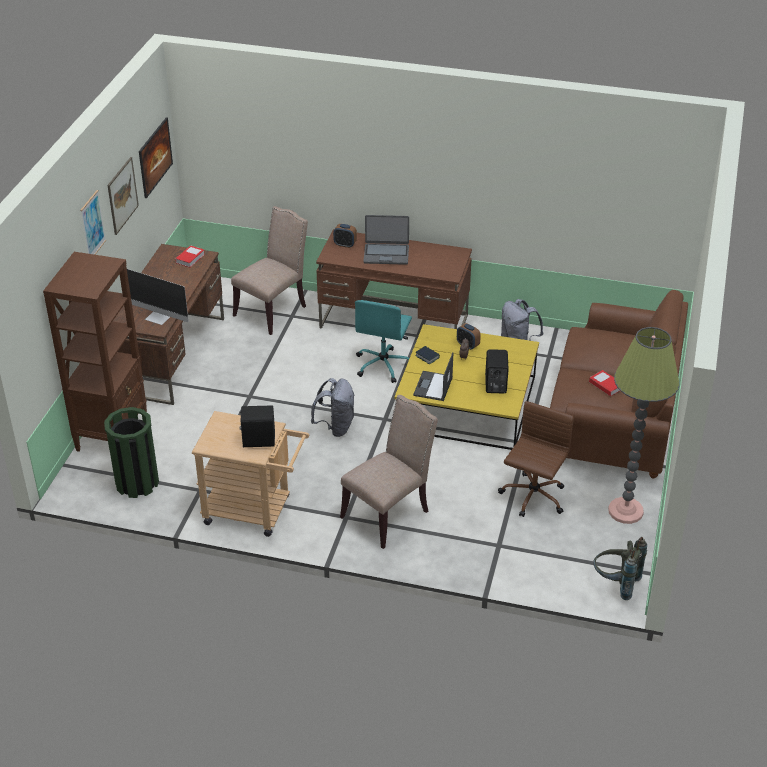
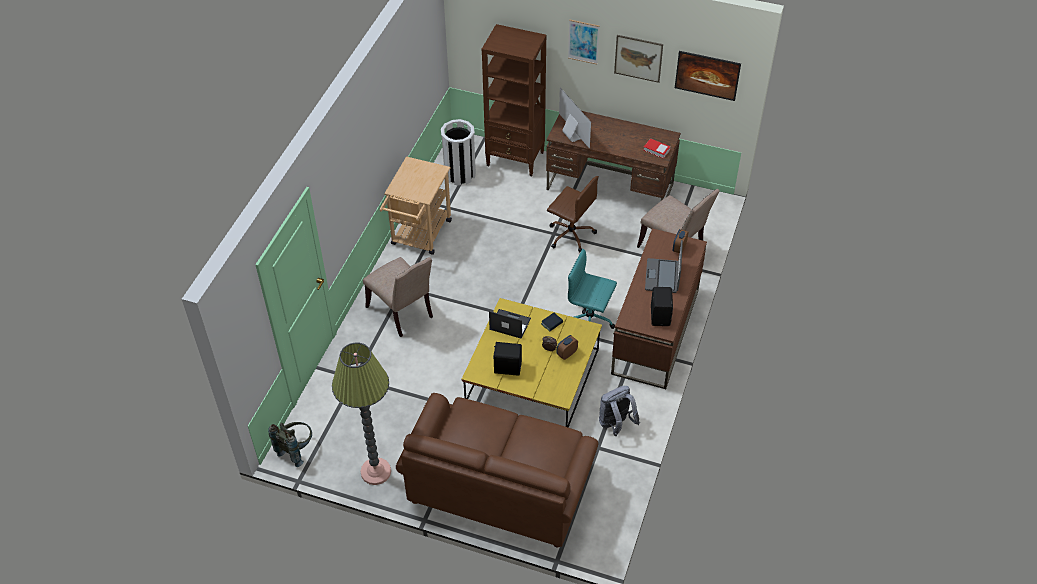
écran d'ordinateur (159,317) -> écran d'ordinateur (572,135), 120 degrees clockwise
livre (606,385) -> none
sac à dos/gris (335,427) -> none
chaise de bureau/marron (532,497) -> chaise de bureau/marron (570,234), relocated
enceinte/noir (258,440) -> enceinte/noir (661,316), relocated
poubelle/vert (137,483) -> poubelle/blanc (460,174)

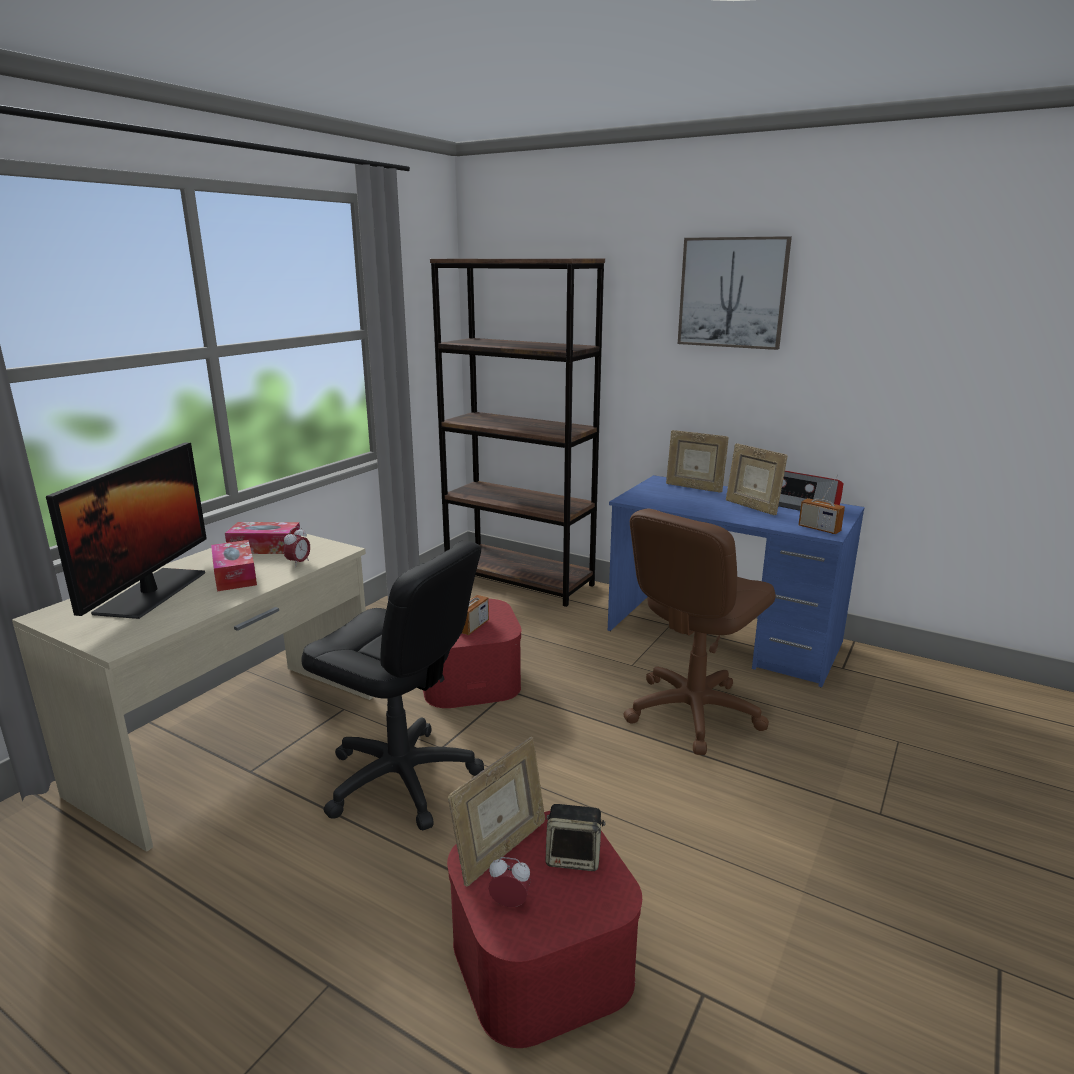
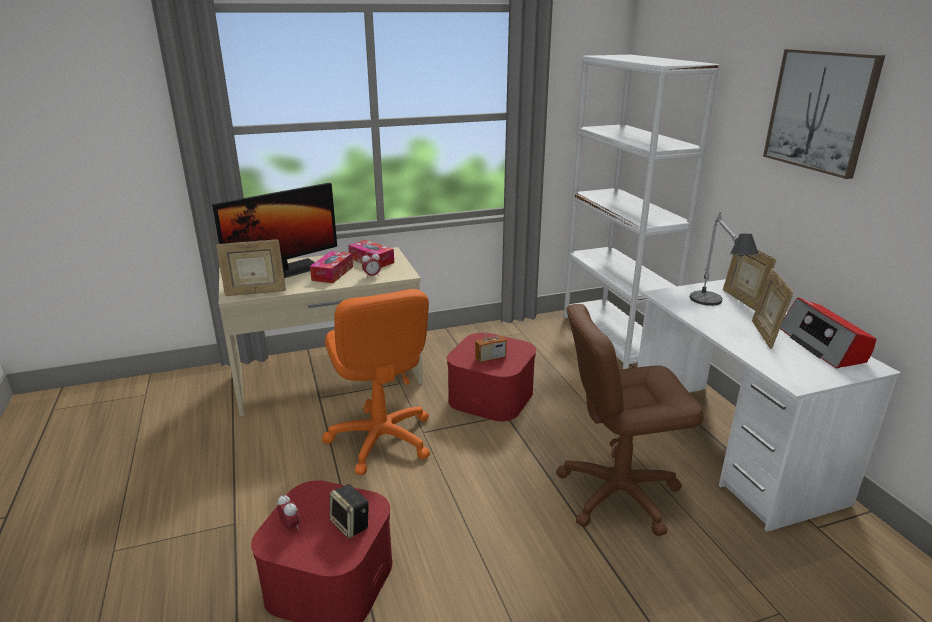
bibliothèque/marron (519,580) -> bibliothèque/blanc (613,338)
radio (819,529) -> none
bureau/bleu (723,637) -> bureau/blanc (729,449)
chaise de bureau/noir (401,779) -> chaise de bureau/orange (380,439)
cadre photo (501,851) -> cadre photo (255,293), relocated
none -> lampe de table (714,313)

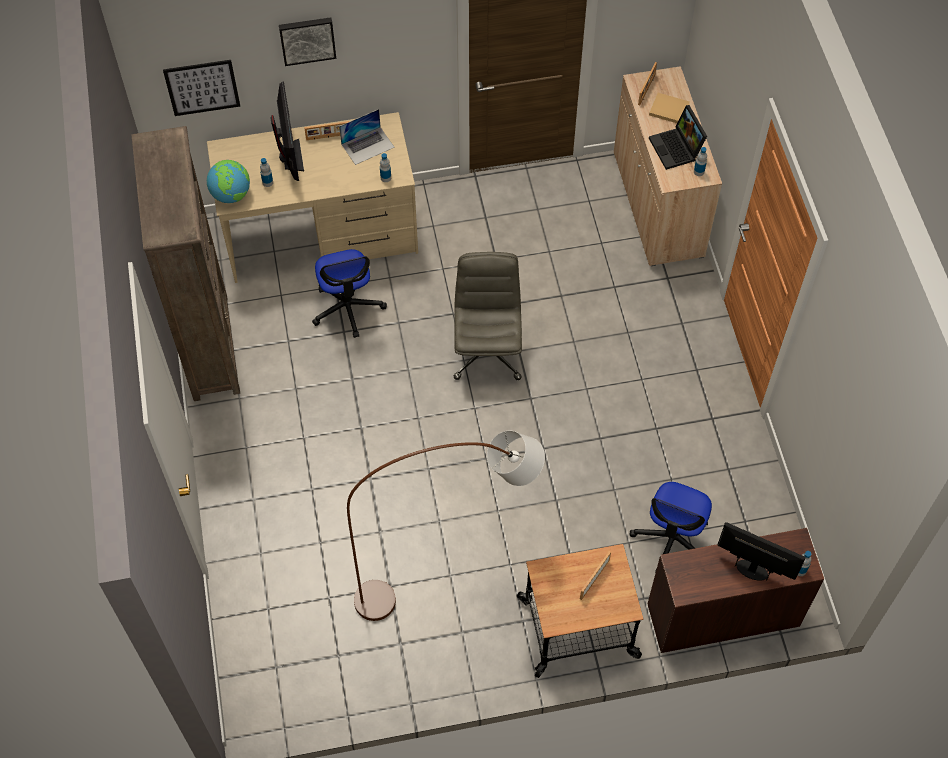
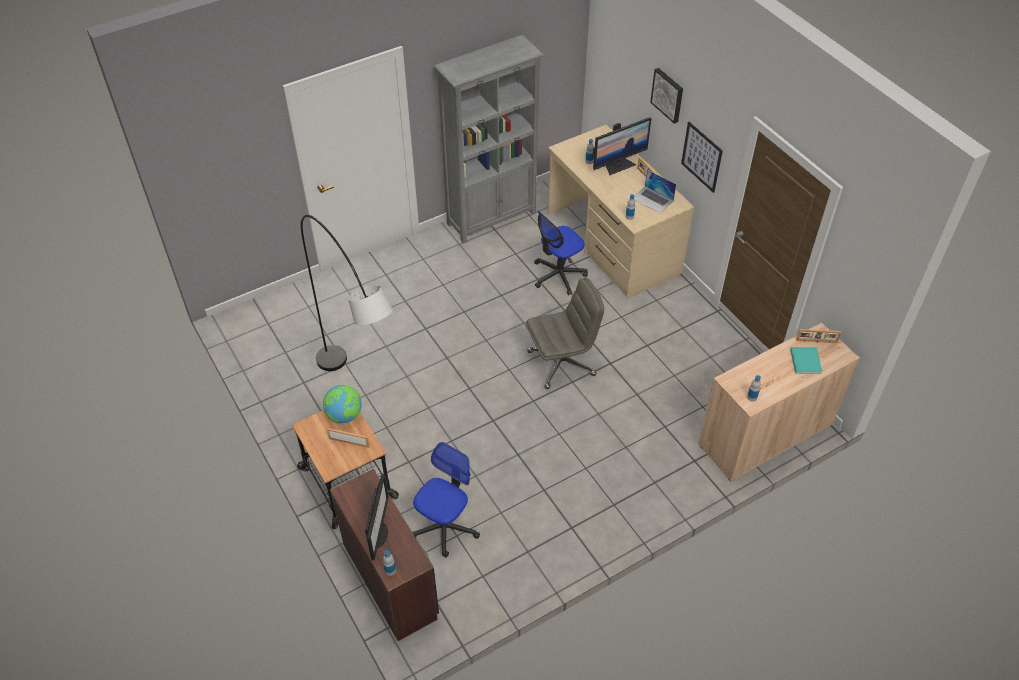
tableau (202,87) -> tableau (701,157), relocated
livre/beige (668,109) -> livre/turquoise (805,360)
ordinateur portable (677,149) -> none
bibliothèque/marron (210,346) -> bibliothèque/gris (492,218)
globe (231,194) -> globe (345,415), relocated
lampadaire/marron (450,579) -> lampadaire/gris (362,395)
chaise de bureau (671,540) -> chaise de bureau (445,526), 120 degrees clockwise

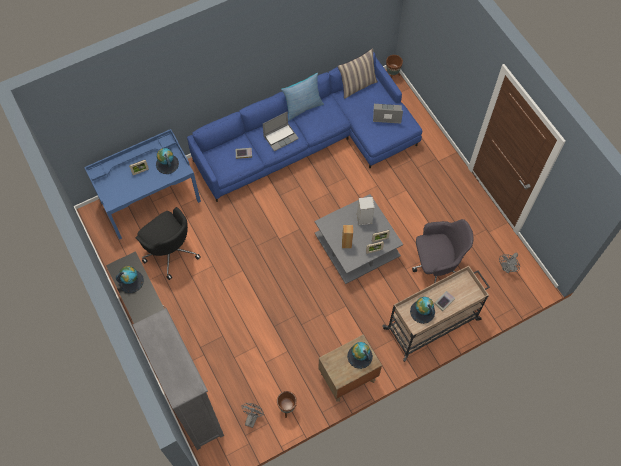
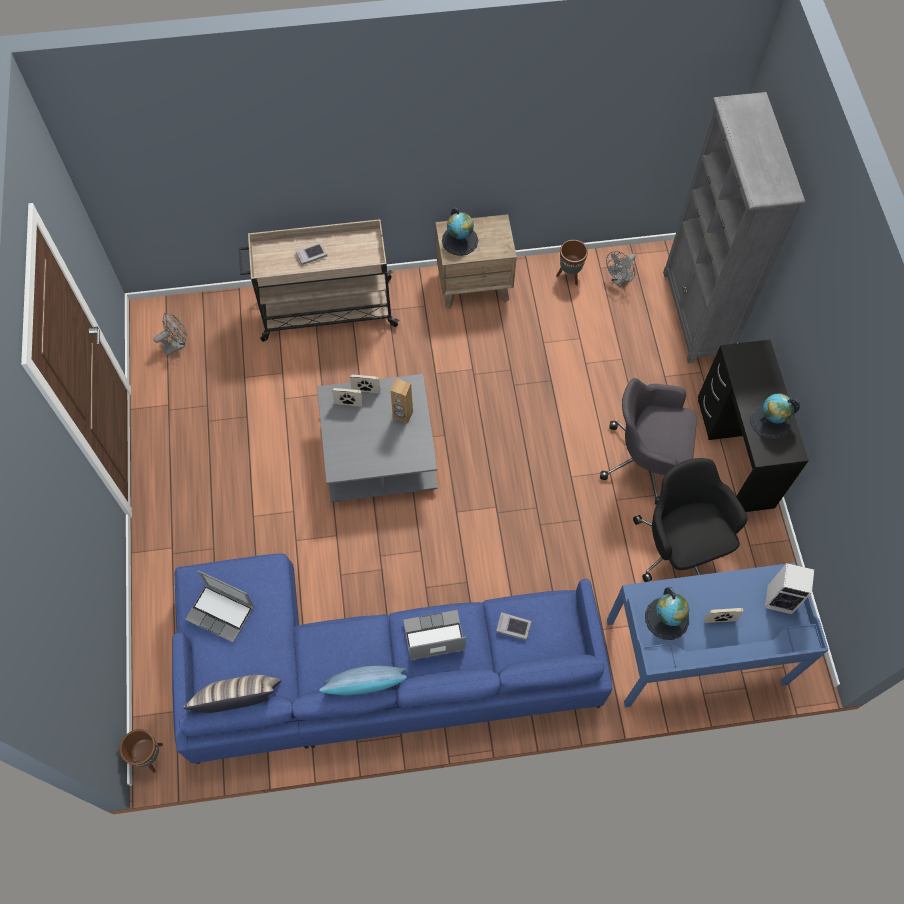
enceinte (363,219) -> enceinte (781,599), relocated
chaise de bureau/gris (436,266) -> chaise de bureau/gris (645,460), relocated
globe (422,311) -> none

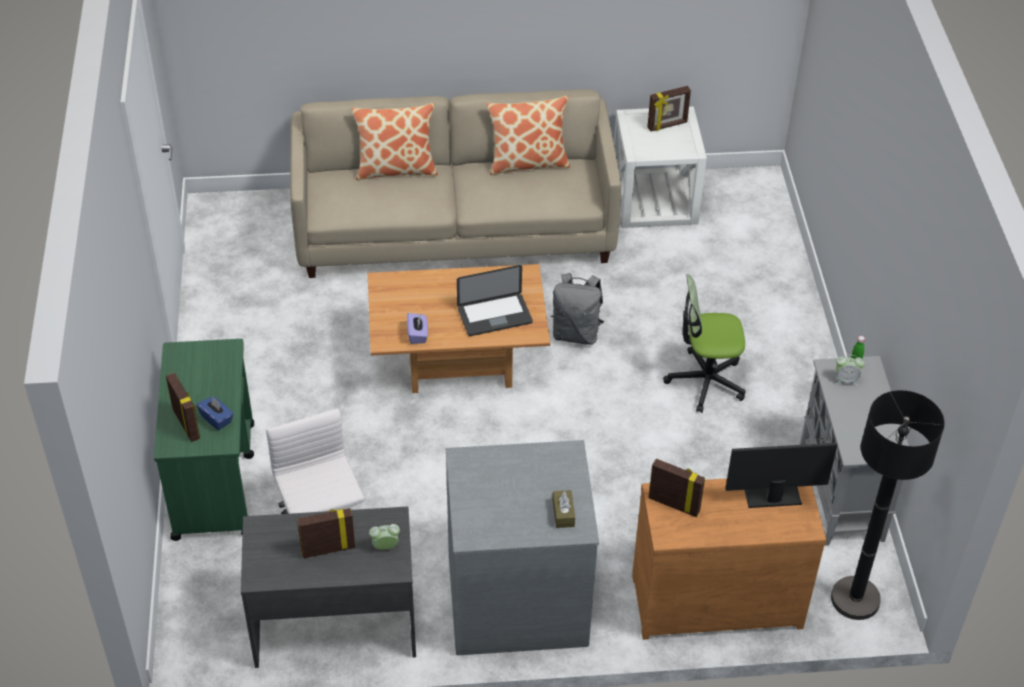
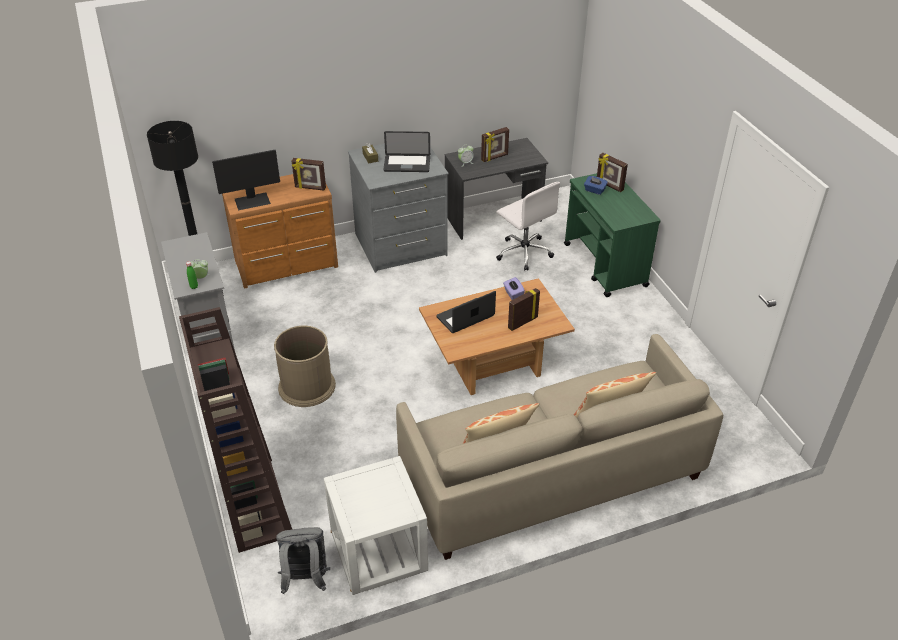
cadre photo (667,125) -> cadre photo (522,322), relocated
sac à dos/gris (576,333) -> sac à dos/gris (305,579), relocated
chaise de bureau (705,381) -> poubelle/marron (307,386)
none -> ordinateur portable (407,164)
none -> bibliothèque/marron (254,503)

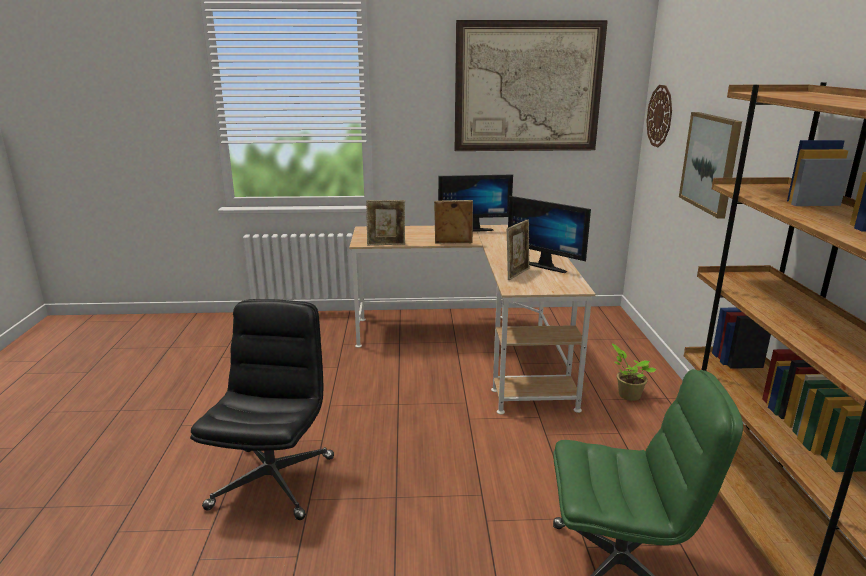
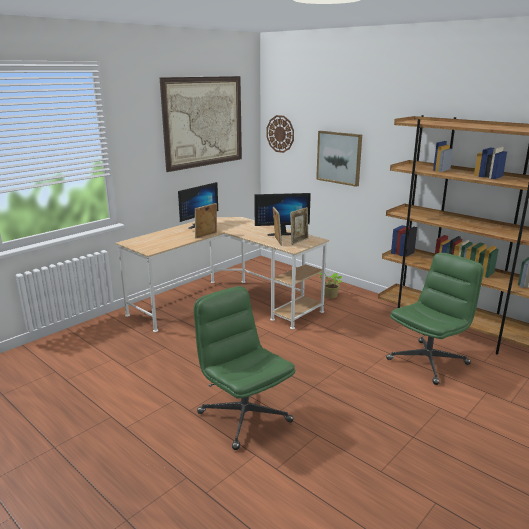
cadre photo (386,244) -> cadre photo (299,241), relocated
chaise de bureau/noir (273,481) -> chaise de bureau/vert (243,416)

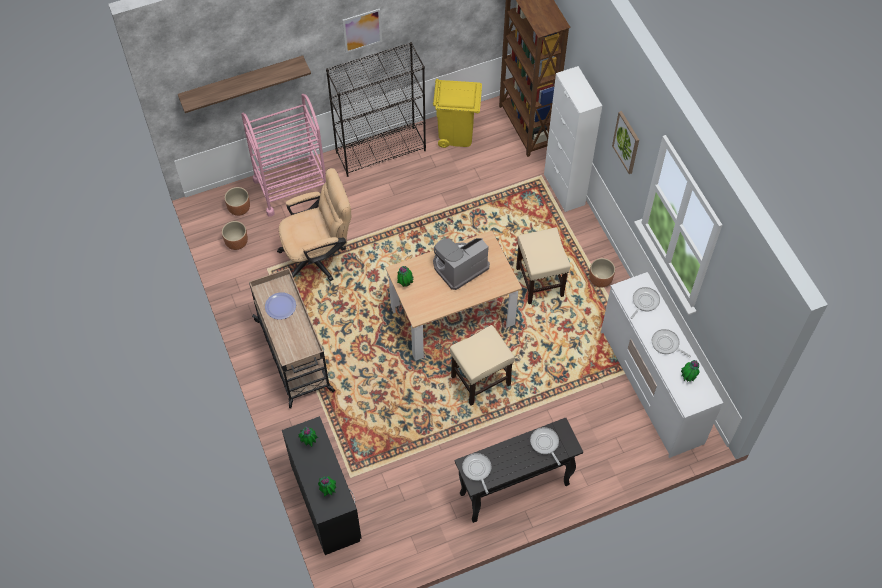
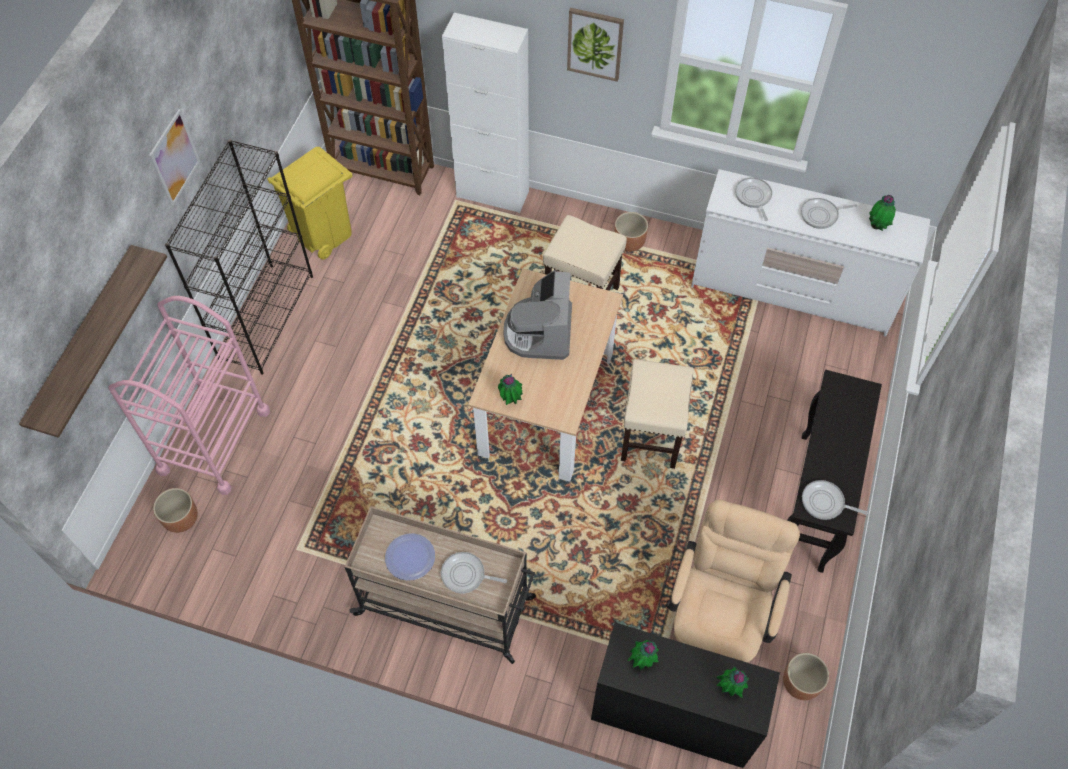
chaise de bureau/beige (319,256) -> chaise de bureau/beige (715,625), relocated
cache-pot/marron (236,242) -> cache-pot/marron (800,683), relocated
poêle (545,444) -> poêle (466,575), relocated

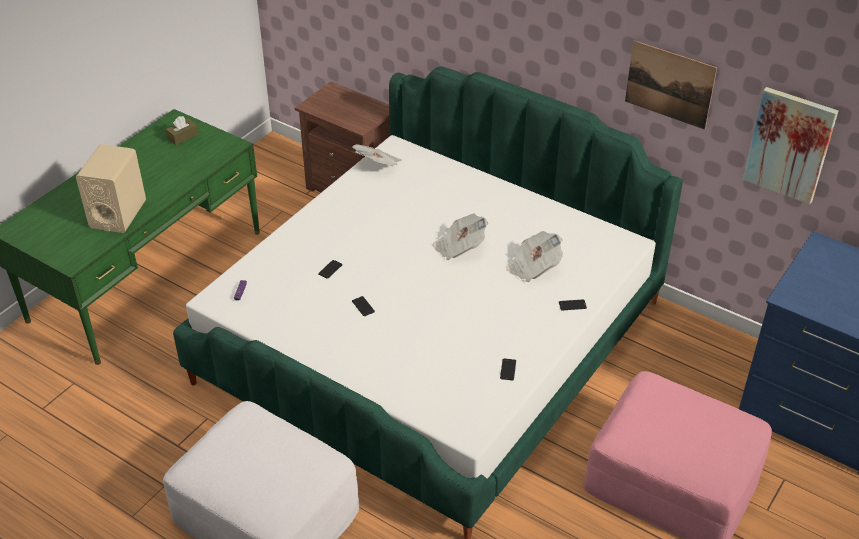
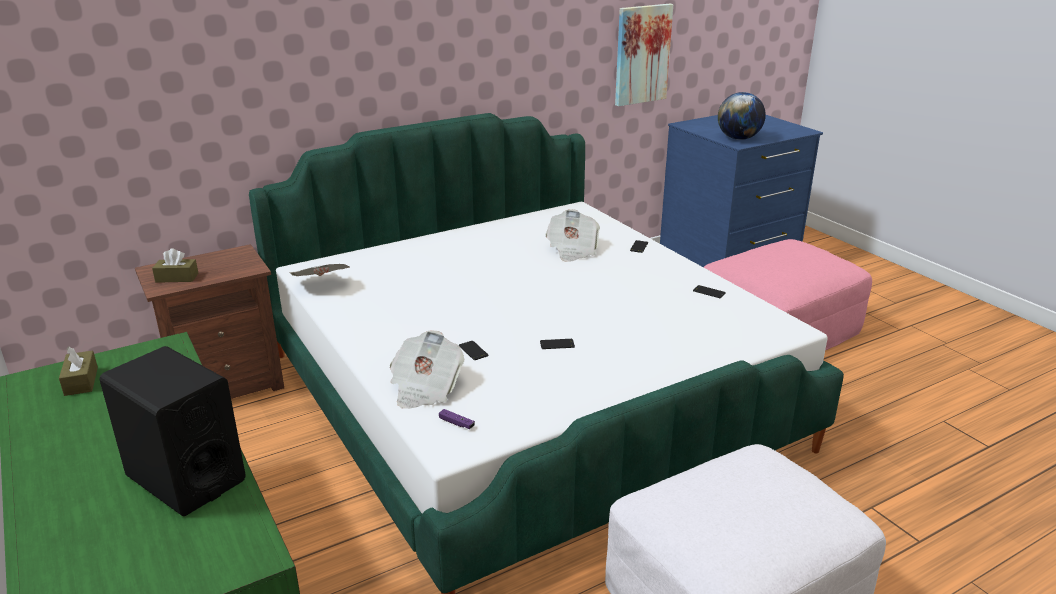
tableau (669,84) -> none
enceinte/beige (118,214) -> enceinte/noir (185,478)
journal (459,247) -> journal (425,388), relocated
none -> globe (738,138)
none -> boîte à mouchoirs/marron (177,278)

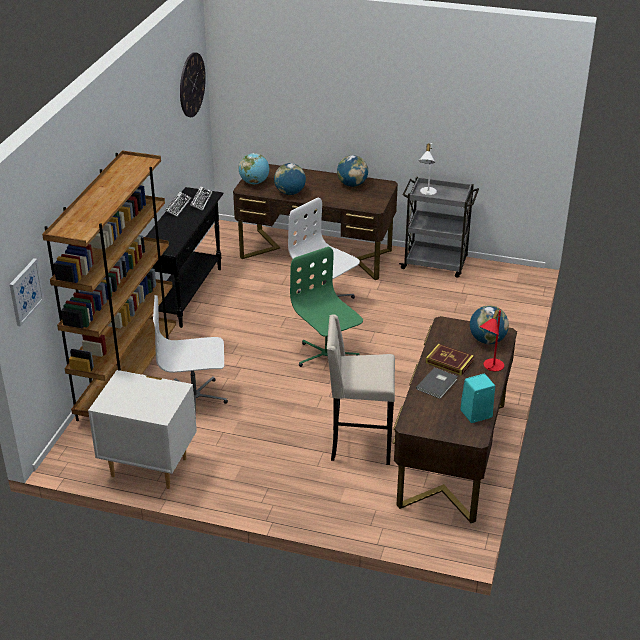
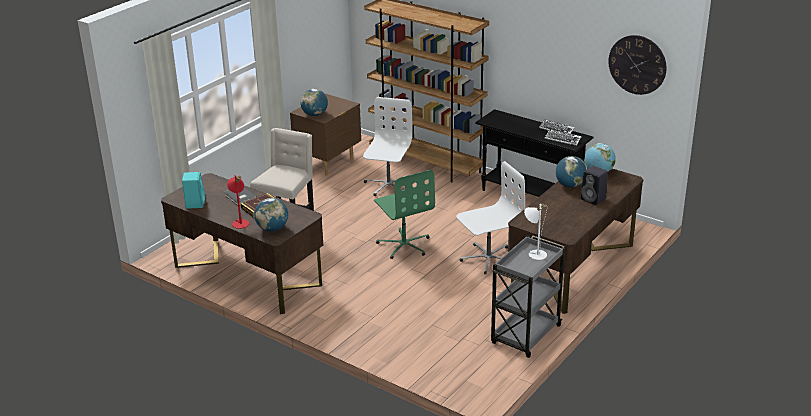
globe (352,184) -> globe (314,115), relocated
chaise de bureau/vert (326,356) -> chaise de bureau/vert (404,245), 75 degrees clockwise
tableau (25,291) -> none
table de chevet/blanc (149,467) -> table de chevet/marron (328,163)
none -> enceinte/noir (594,199)

